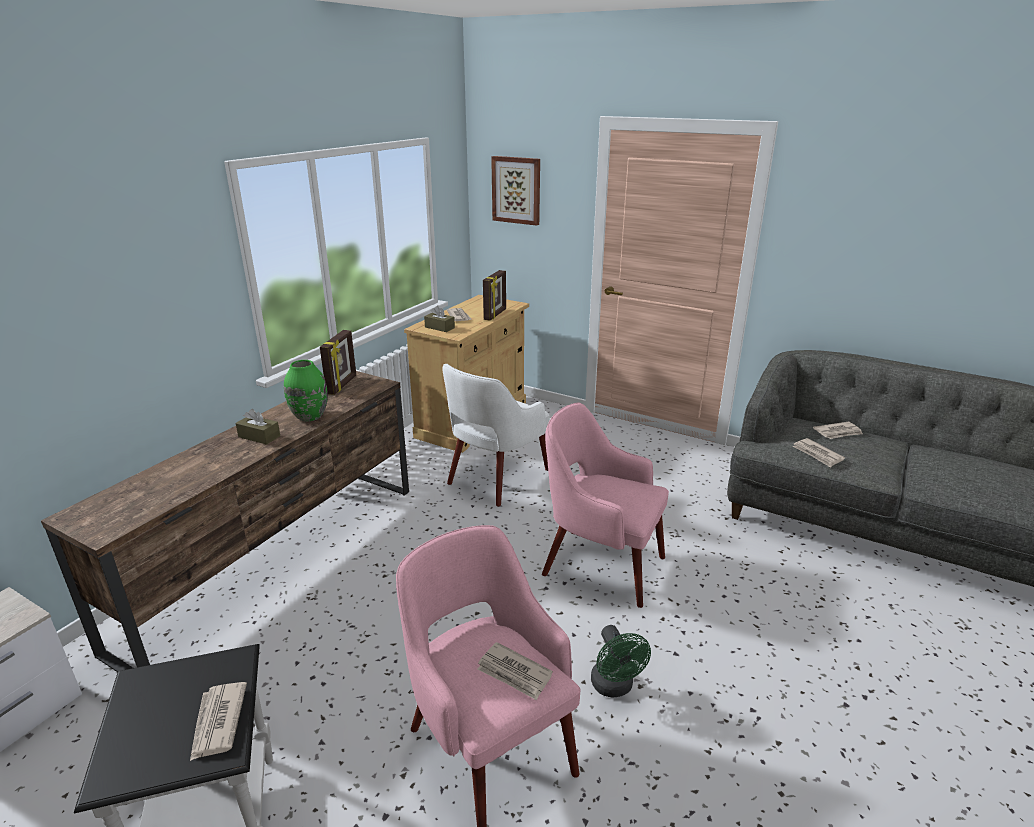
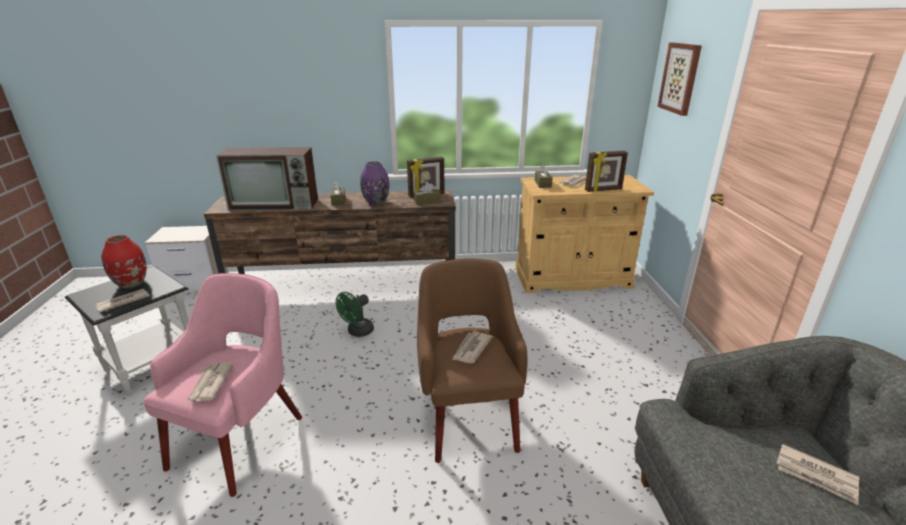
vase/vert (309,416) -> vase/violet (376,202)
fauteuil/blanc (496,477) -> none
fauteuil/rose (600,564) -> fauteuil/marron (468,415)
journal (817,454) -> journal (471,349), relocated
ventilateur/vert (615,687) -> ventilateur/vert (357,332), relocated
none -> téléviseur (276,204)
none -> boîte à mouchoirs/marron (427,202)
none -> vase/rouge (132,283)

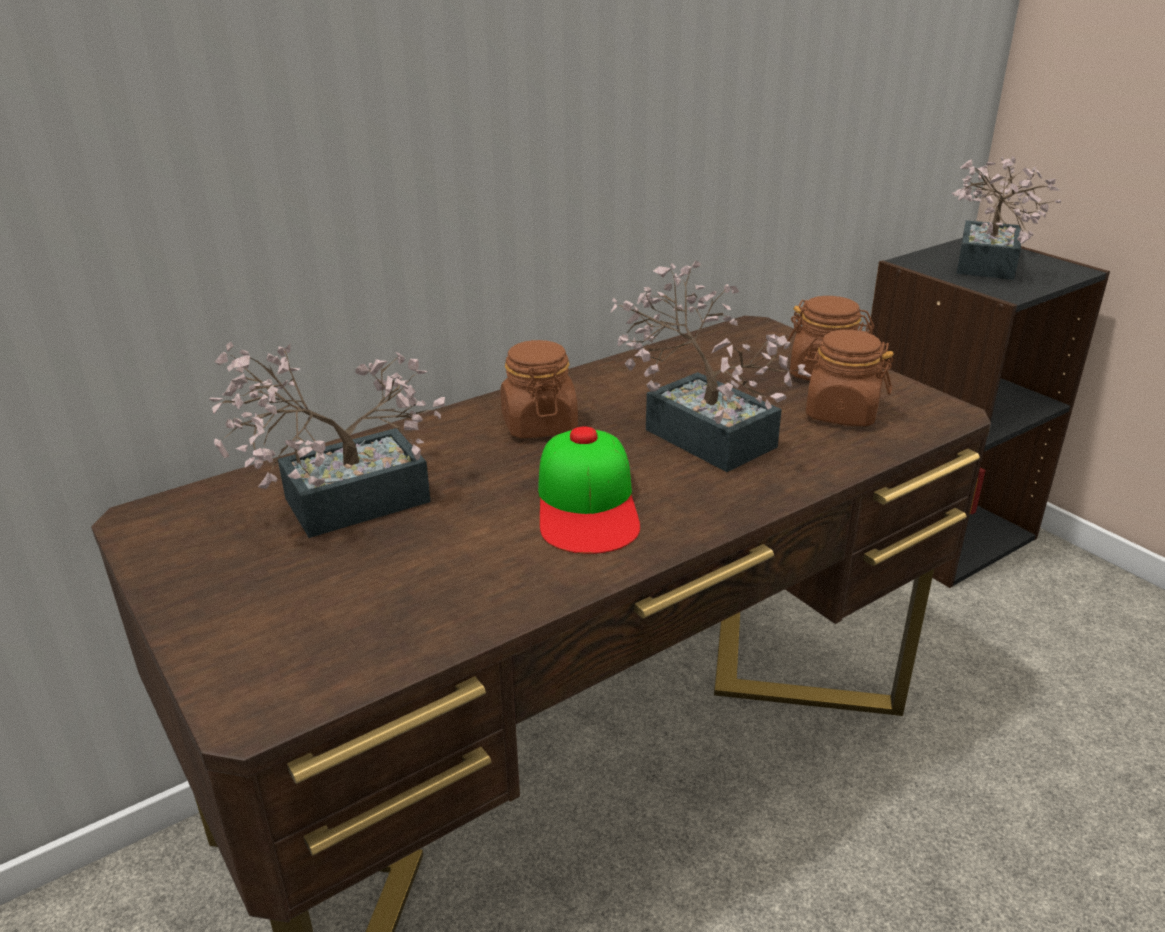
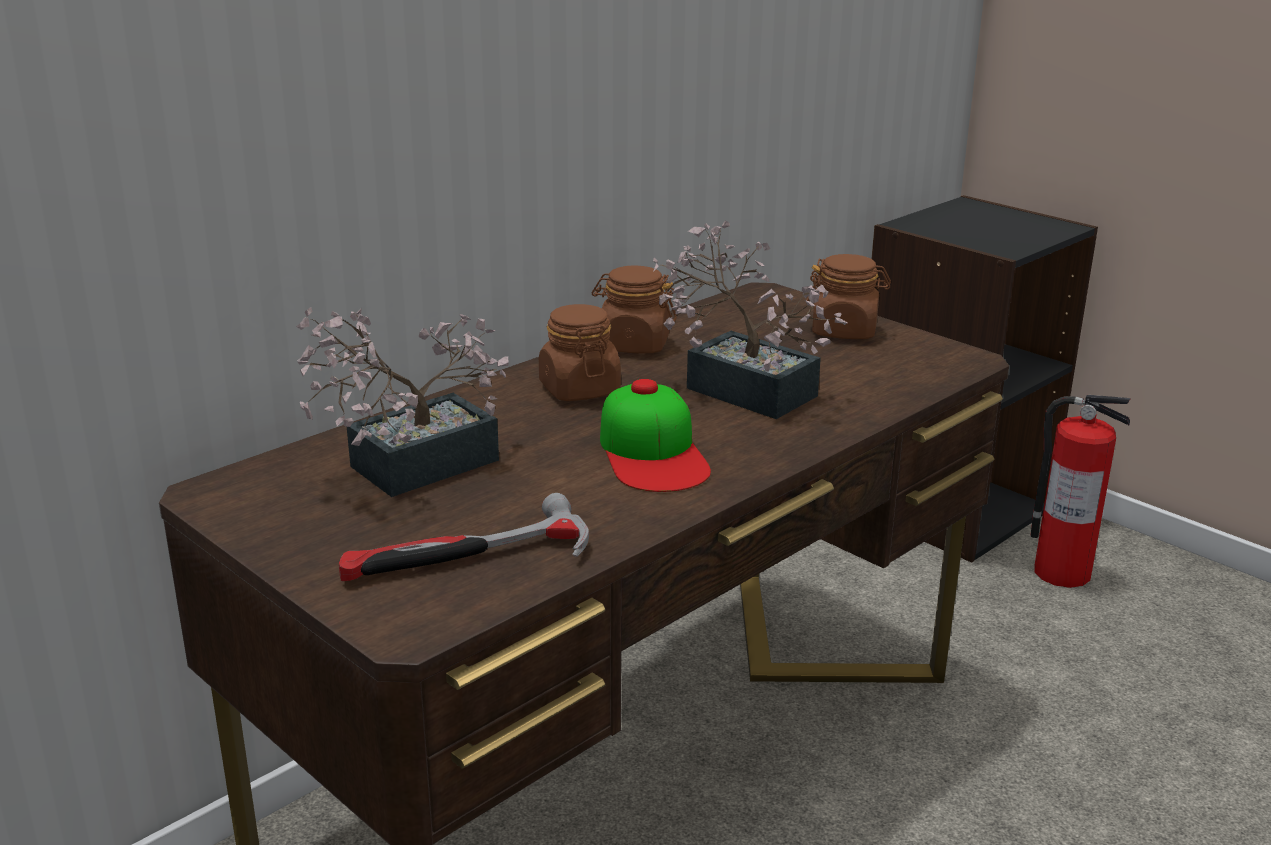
plante en pot (984,267) -> none
bocal/marron (841,413) -> bocal/marron (633,345), relocated
none -> extincteur (1060,572)
none -> marteau (466,559)

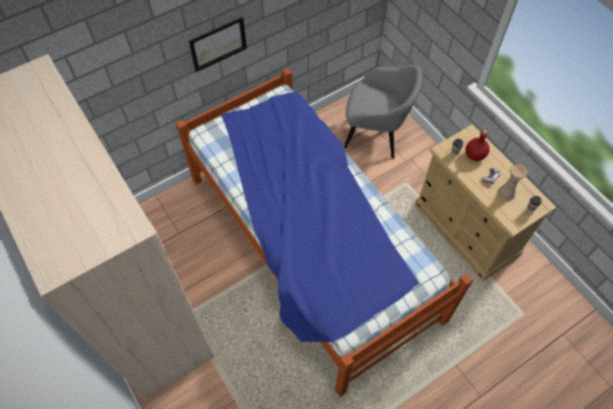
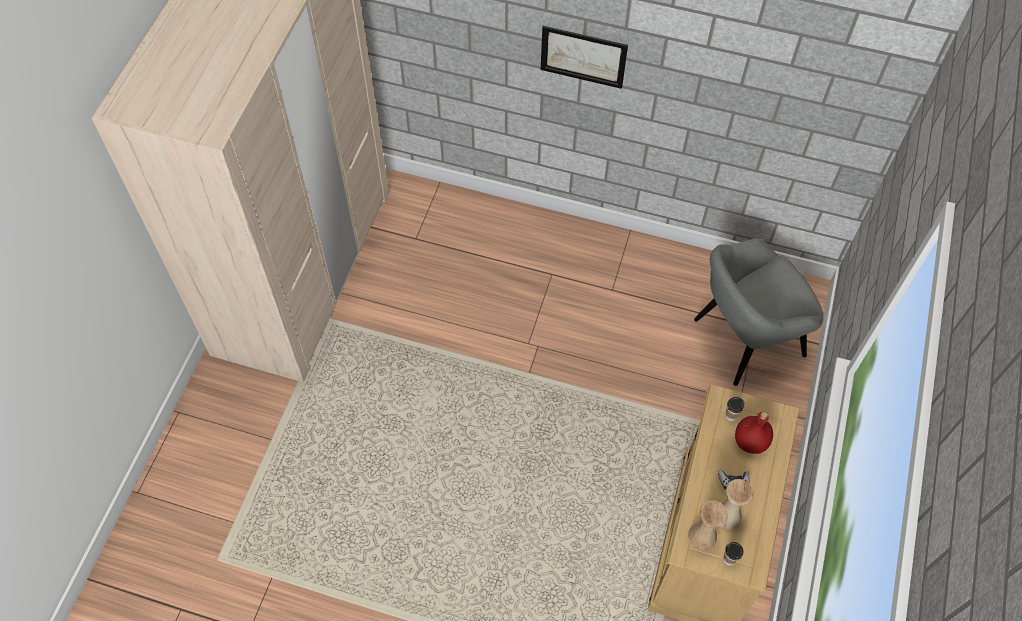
fauteuil/gris (376,133) -> fauteuil/gris (746,338), 90 degrees clockwise
lit (310,247) -> none
none -> vase/beige (702,536)

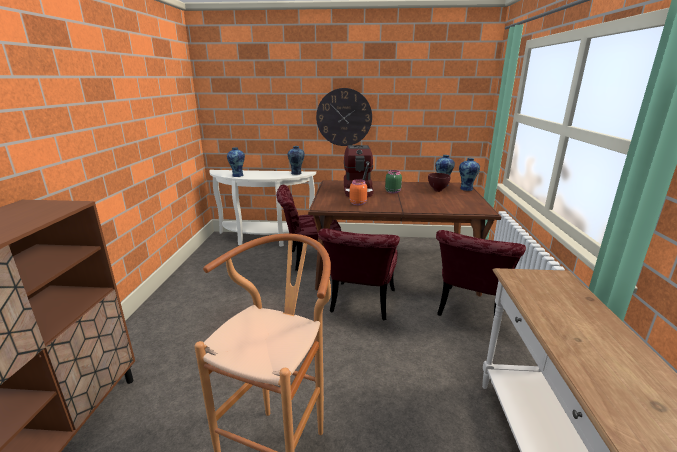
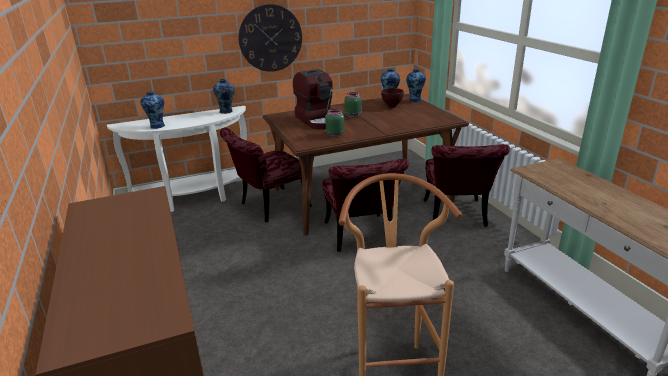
bocal/orange (358,203) -> bocal/vert (334,134)

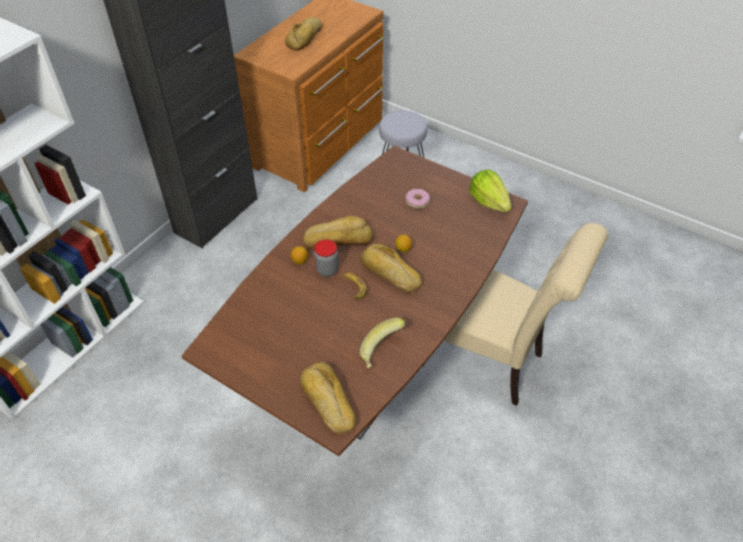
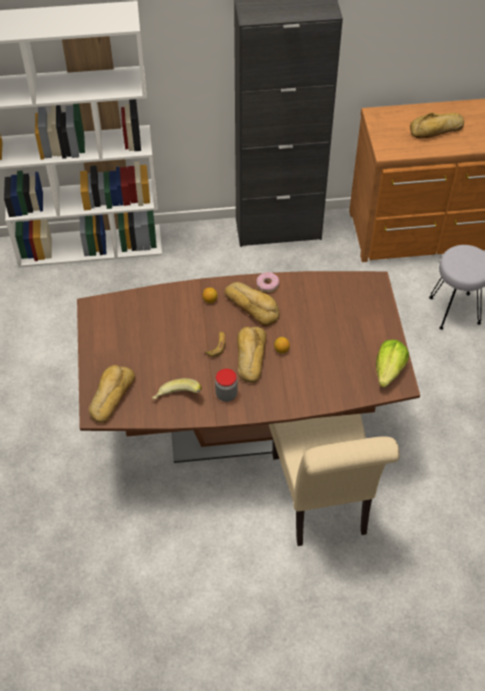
beignet (417,201) -> beignet (267,284), relocated
bocal (327,270) -> bocal (226,394), relocated

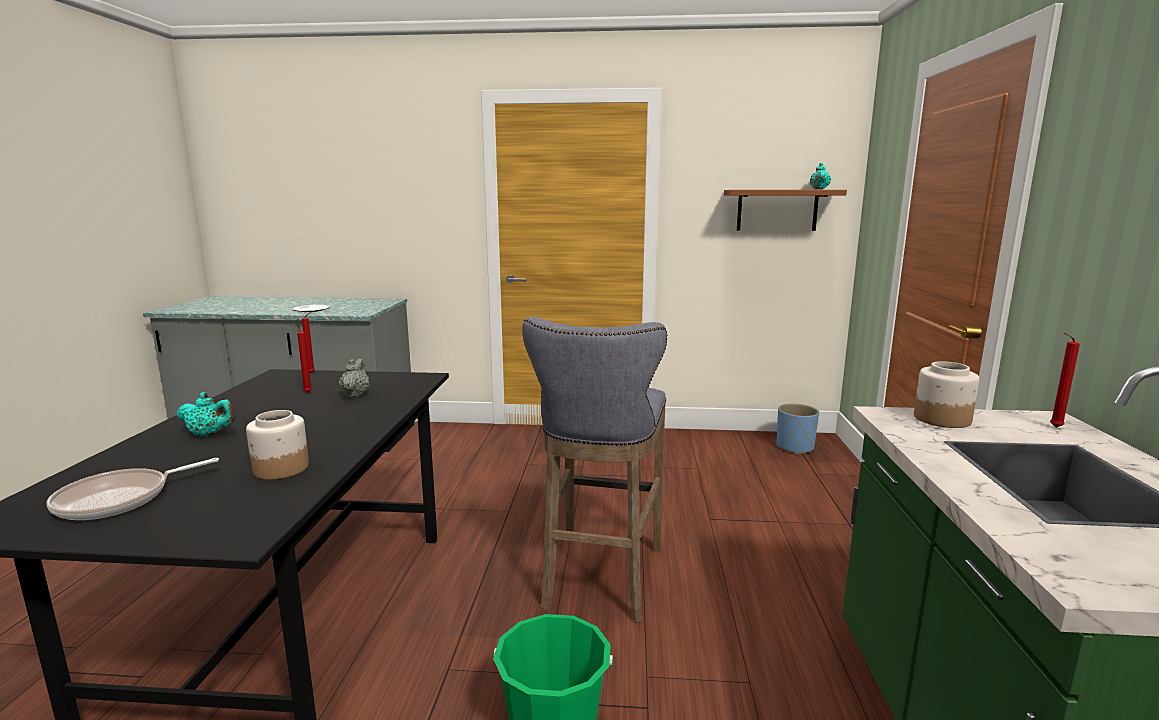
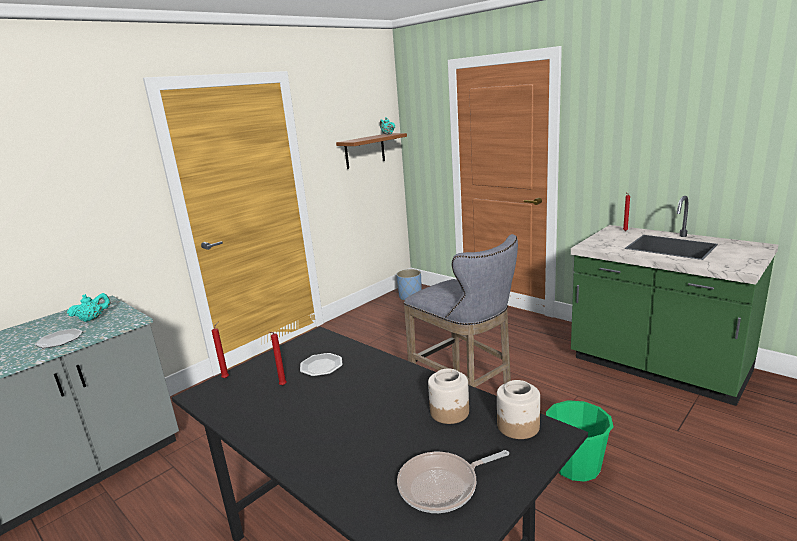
théière/gris (355,395) -> assiette (321,366)
bocal (941,419) -> bocal (518,426), relocated
théière/turquoise (210,435) -> théière/turquoise (92,319), relocated
poêle (119,499) -> poêle (442,486), 75 degrees clockwise

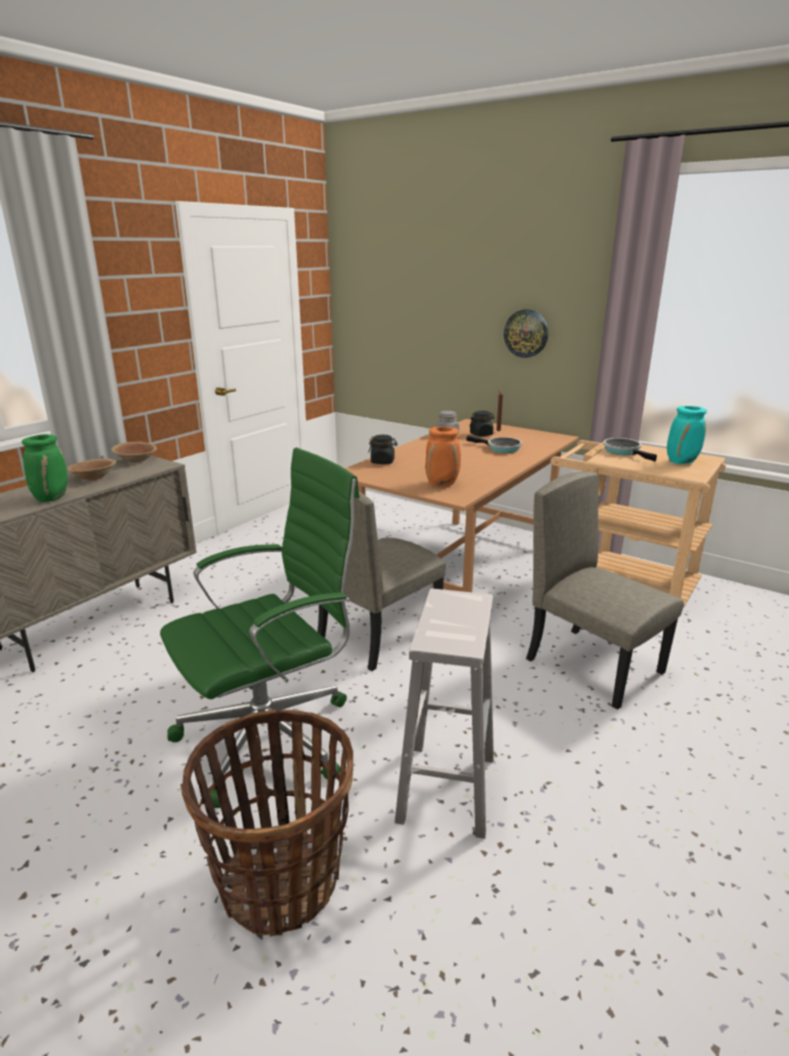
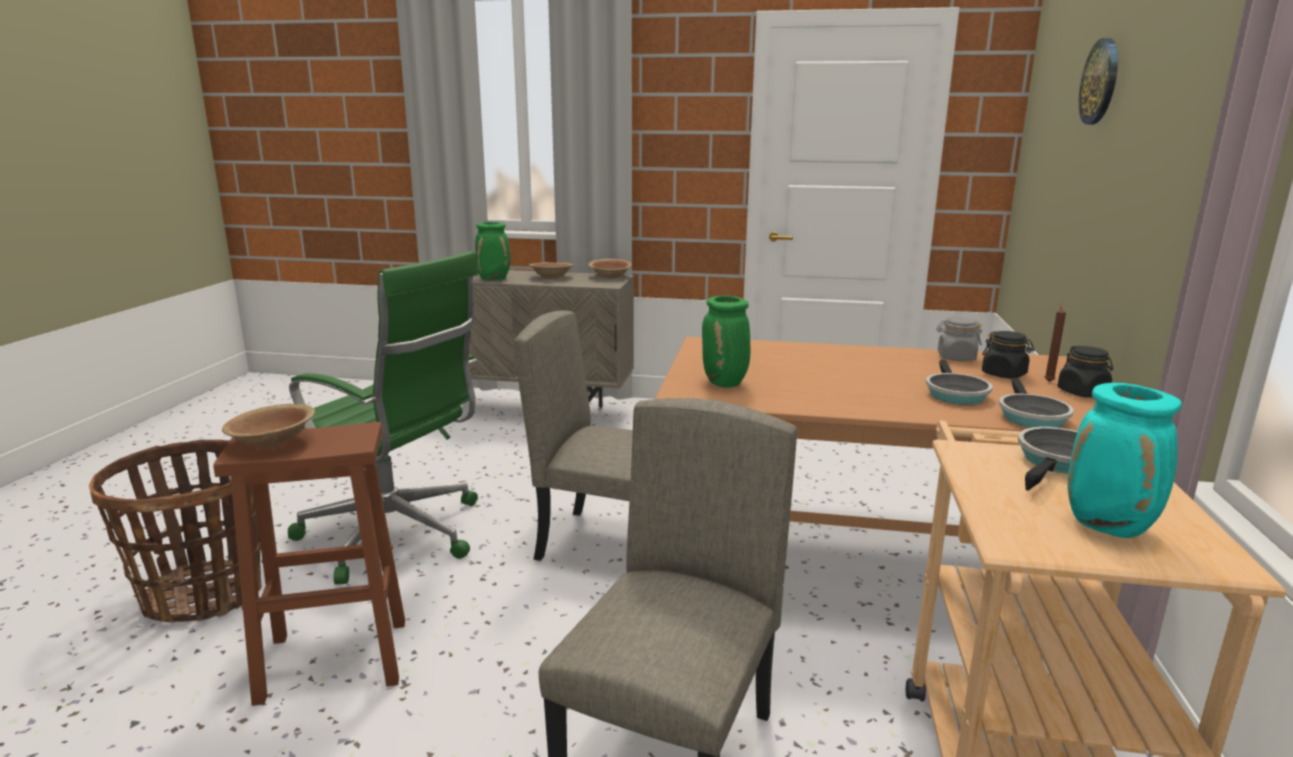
horloge murale (526,333) -> horloge murale (1100,82), relocated
vase/orange (442,484) -> vase/vert (725,383)
bocal/noir (383,462) -> bocal/noir (1082,393), relocated
tabouret/blanc (447,786) -> tabouret/marron (337,659)
none -> poêle (1030,416)
none -> bol/marron (272,442)

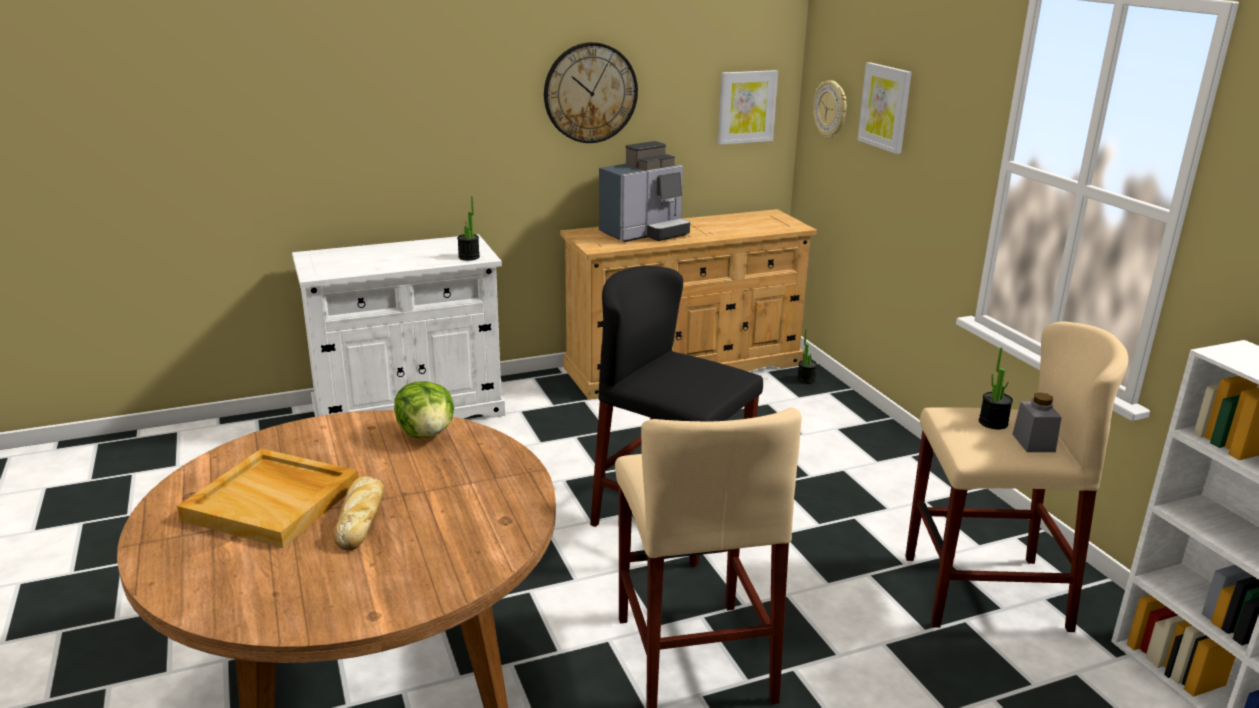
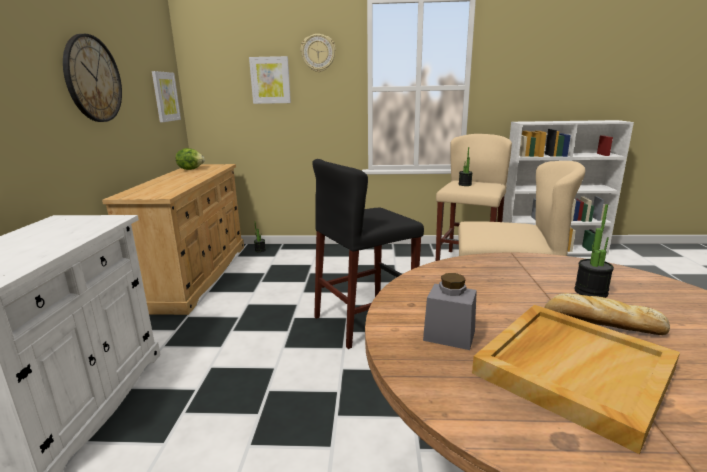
horloge murale (831,109) -> horloge murale (318,53), relocated
machine à café (645,233) -> none
plante en pot (469,257) -> plante en pot (590,292), relocated
laitue (427,433) -> laitue (191,169), relocated
bocal/gris (1033,443) -> bocal/gris (449,335), relocated

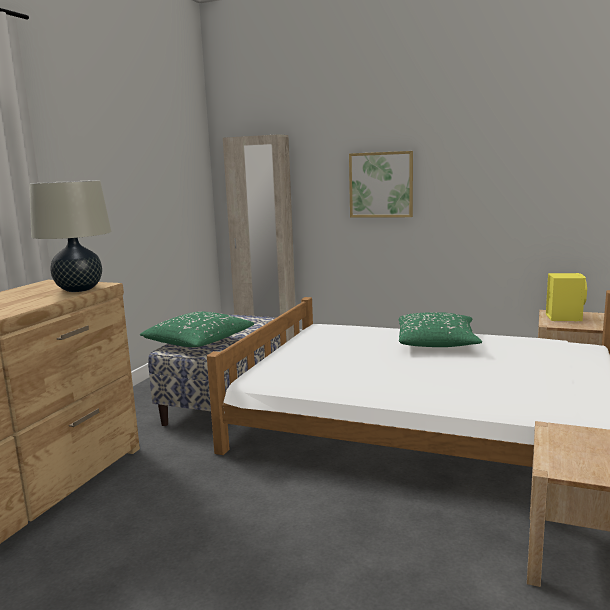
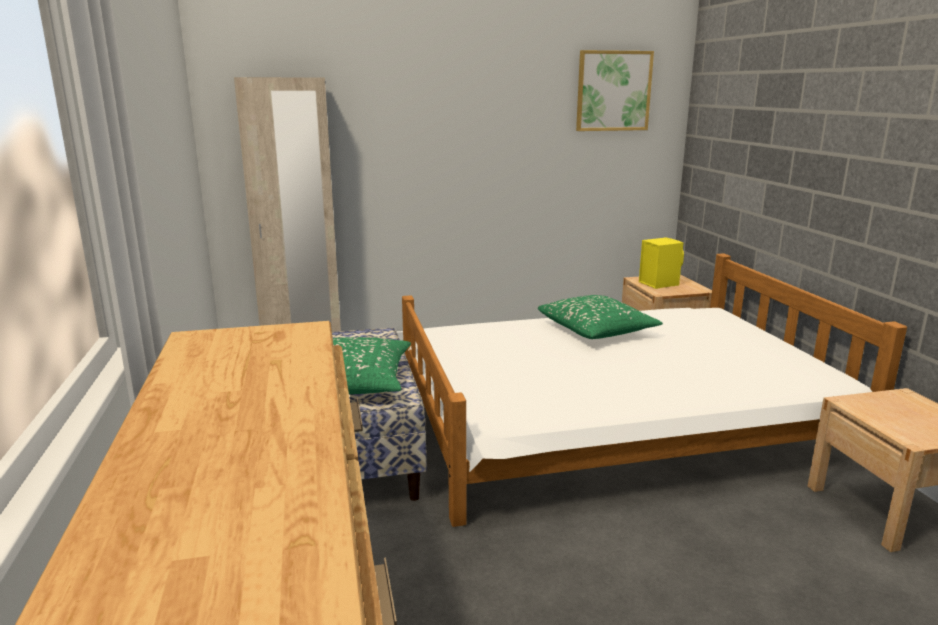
tableau (381,185) -> tableau (613,91), relocated
lampe de table/beige (79,289) -> none

